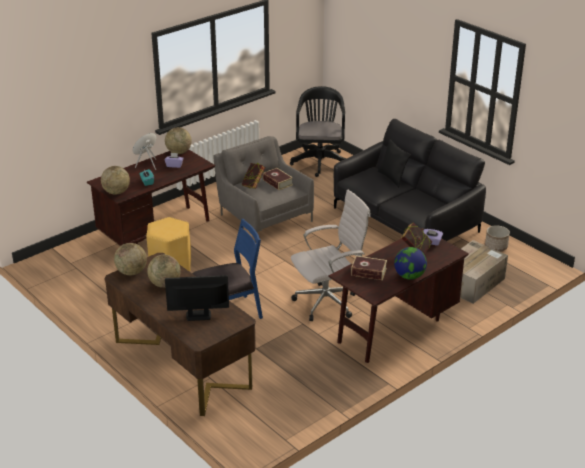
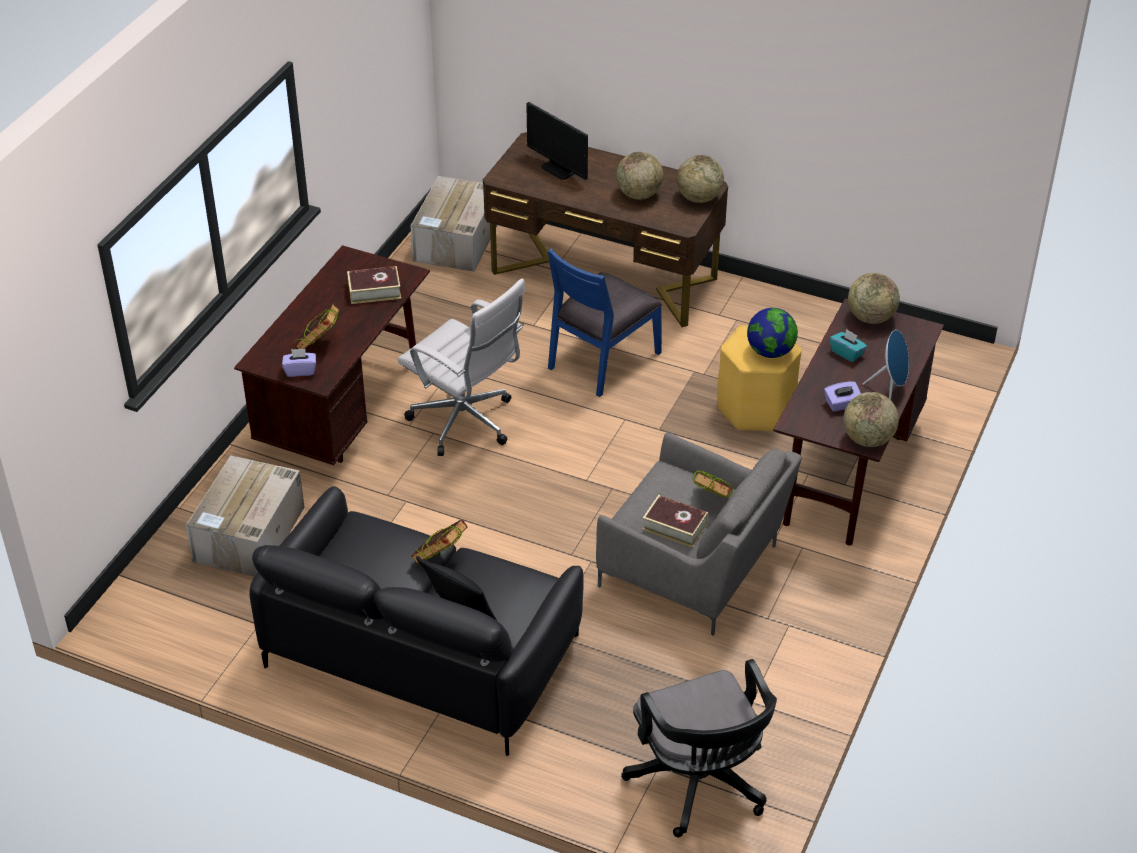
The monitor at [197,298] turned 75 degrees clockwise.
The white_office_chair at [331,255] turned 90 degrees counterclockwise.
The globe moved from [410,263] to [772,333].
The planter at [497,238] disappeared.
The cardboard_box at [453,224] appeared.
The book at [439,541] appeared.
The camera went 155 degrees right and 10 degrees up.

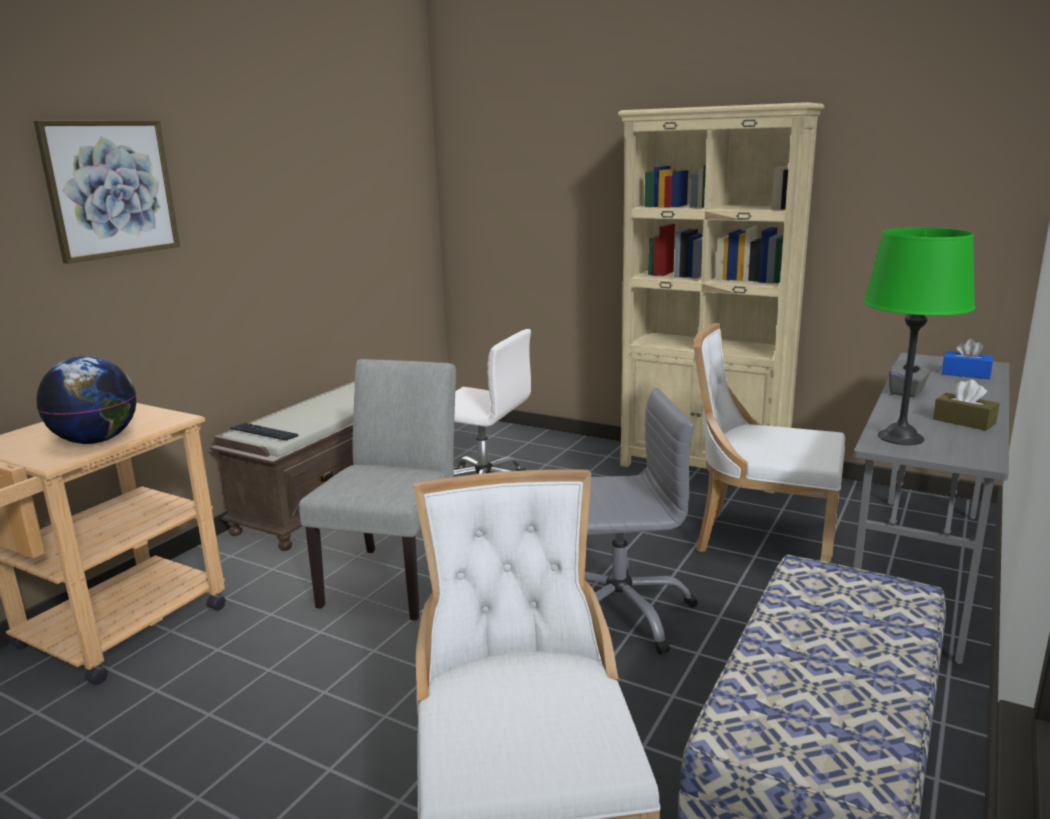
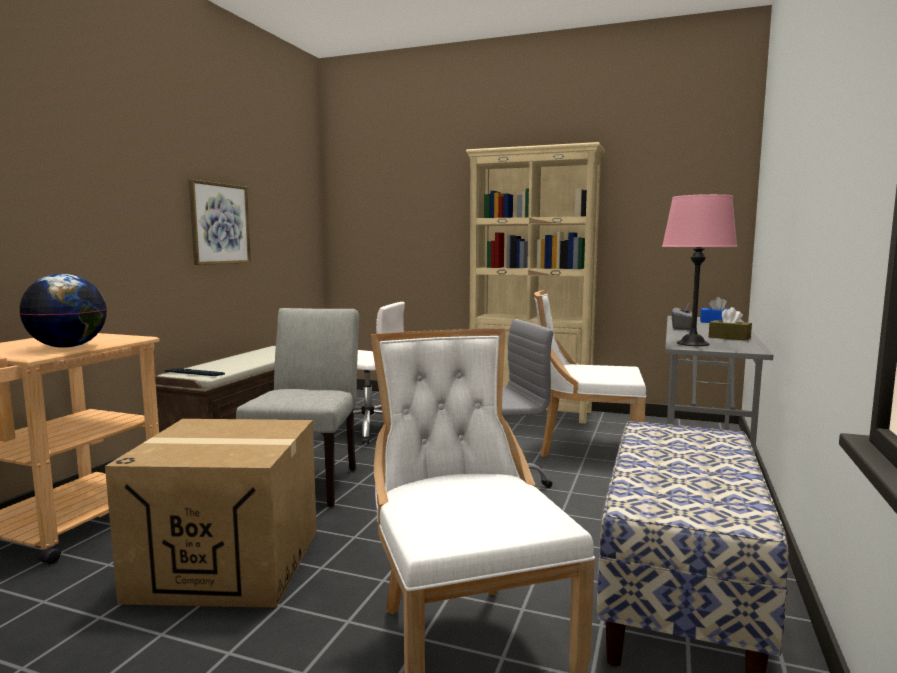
The picture moved from [107,192] to [220,222].
The green_table_lamp at [919,336] became the pink_table_lamp at [699,270].
The cardboard_box at [211,513] appeared.
The camera went 10 degrees left and 10 degrees down.

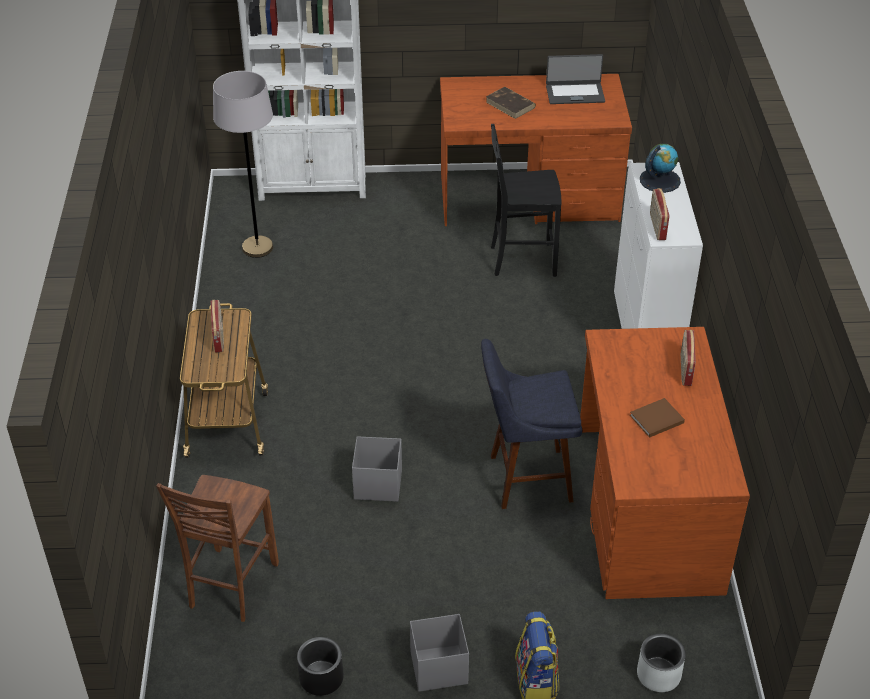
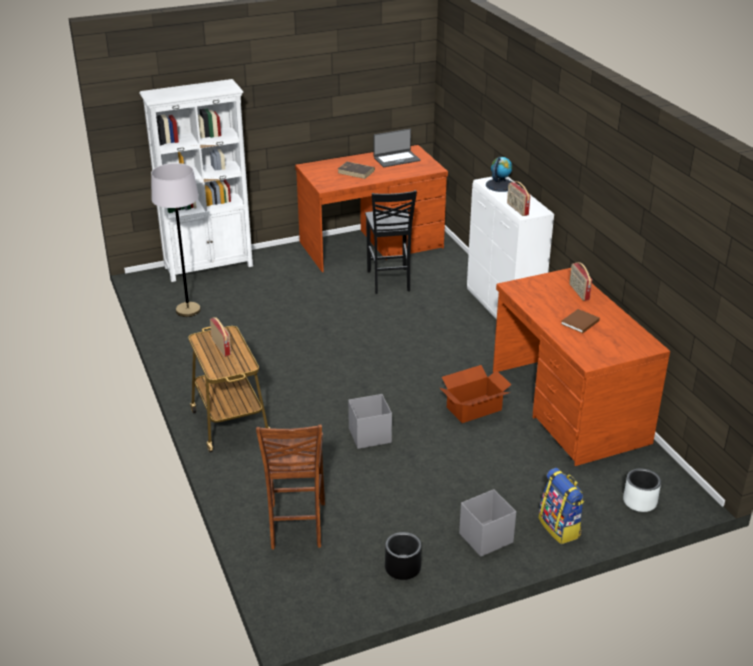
The blue_stool at [531,424] was replaced by the cardboard_box at [476,394].
The black_chair at [526,200] turned 75 degrees counterclockwise.
The camera went 20 degrees left and 10 degrees down.

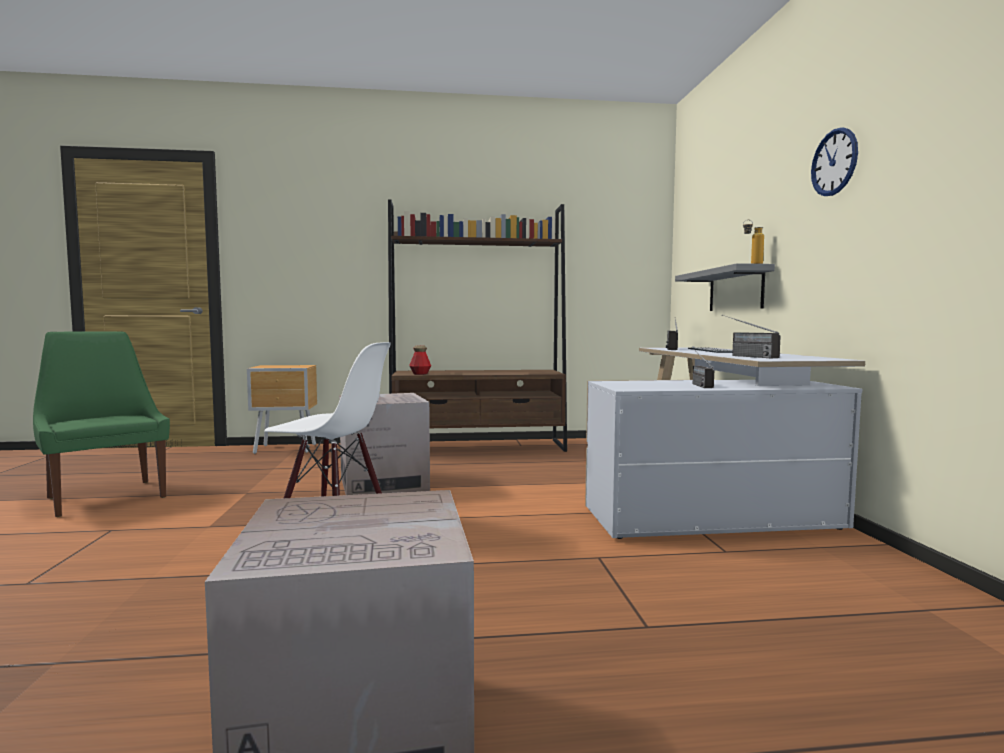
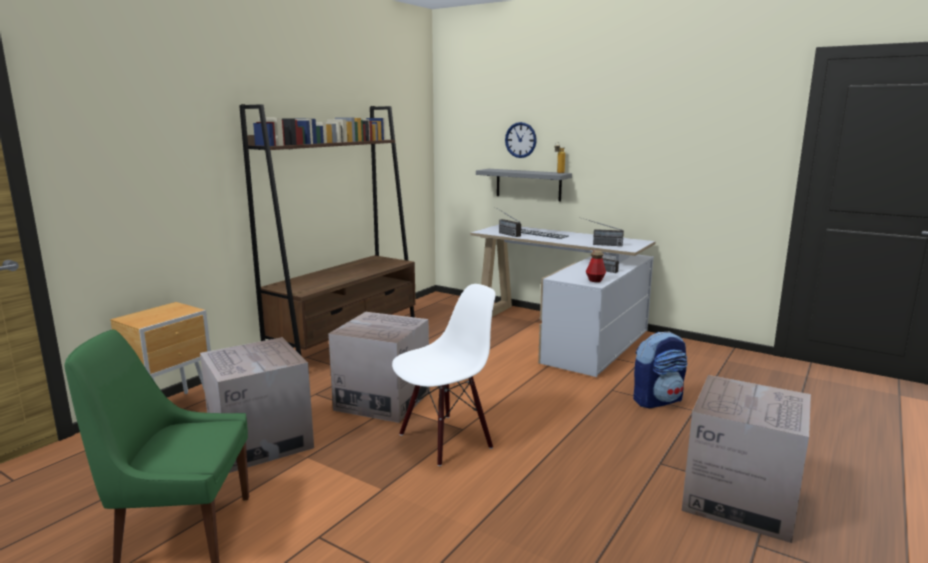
The bottle moved from [420,360] to [596,266].
The wall_clock moved from [834,161] to [521,140].
The cardboard_box at [257,405] appeared.
The backpack at [660,369] appeared.
The camera went 50 degrees left and 10 degrees up.

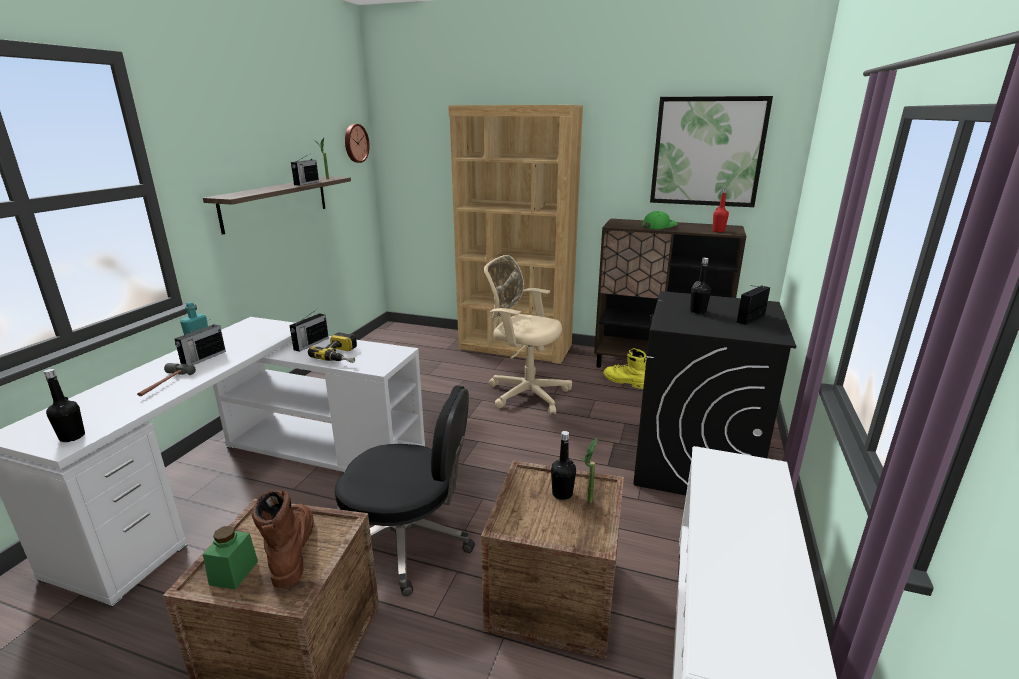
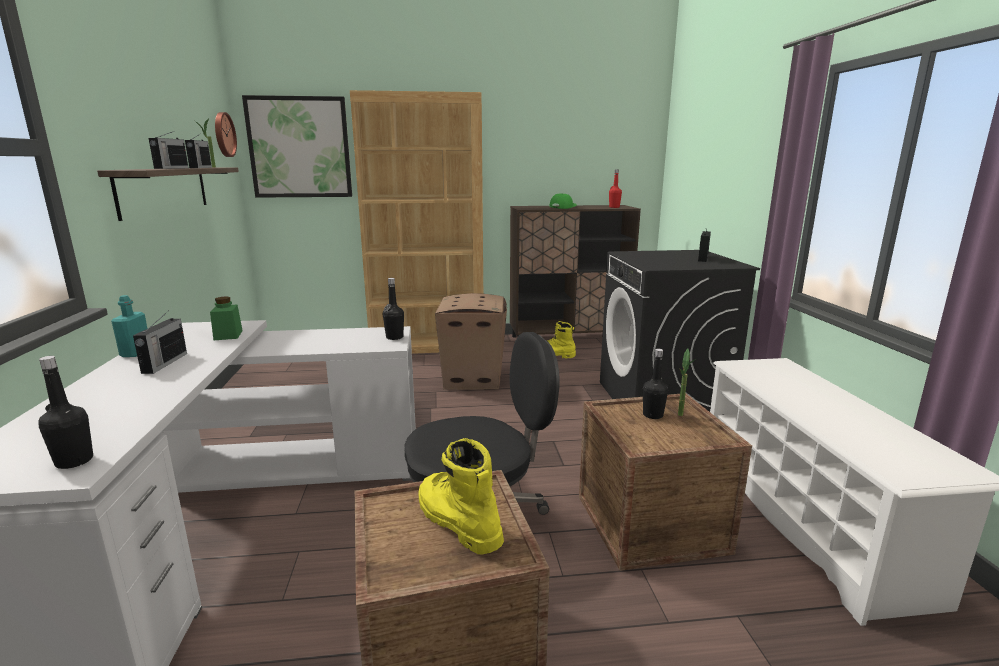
The hammer at [166,379] disappeared.
The green_jar moved from [230,558] to [226,318].
The brown_boot at [283,539] became the yellow_boot at [461,496].
The radio moved from [309,330] to [169,150].
The power_drill at [332,347] disappeared.
The beige_office_chair at [528,335] was replaced by the cardboard_box at [471,341].
The picture moved from [711,151] to [297,146].
The black_bottle moved from [700,286] to [393,309].
The camera went 25 degrees left and 5 degrees down.

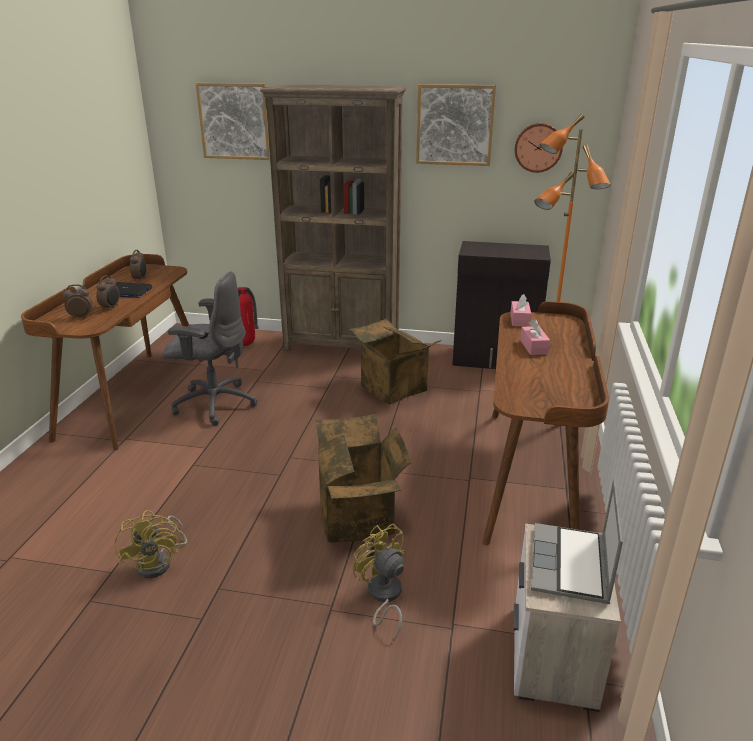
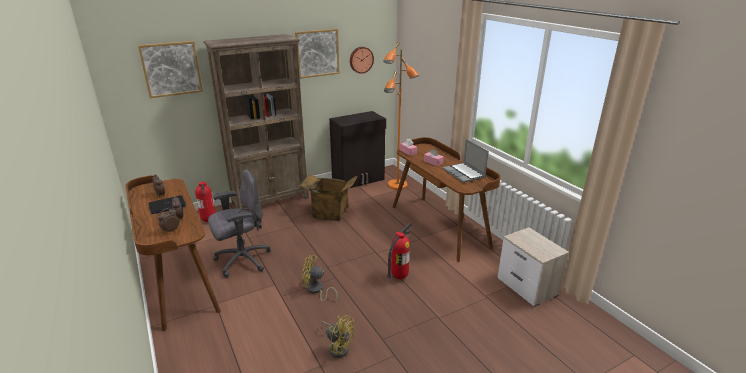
The cardboard_box at [363,478] was replaced by the fire_extinguisher at [399,251].
The yellow_fan moved from [379,582] to [319,278].
The laptop moved from [577,541] to [466,161].
The camera went 40 degrees left and 0 degrees up.

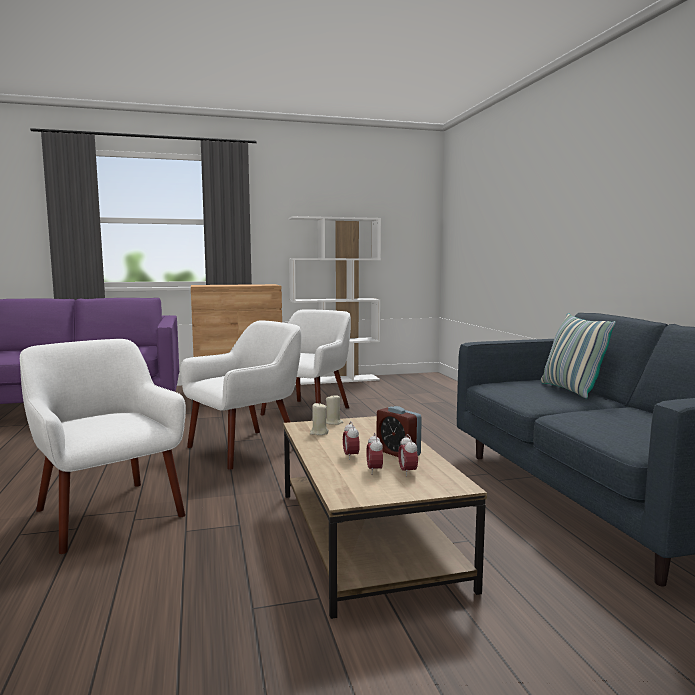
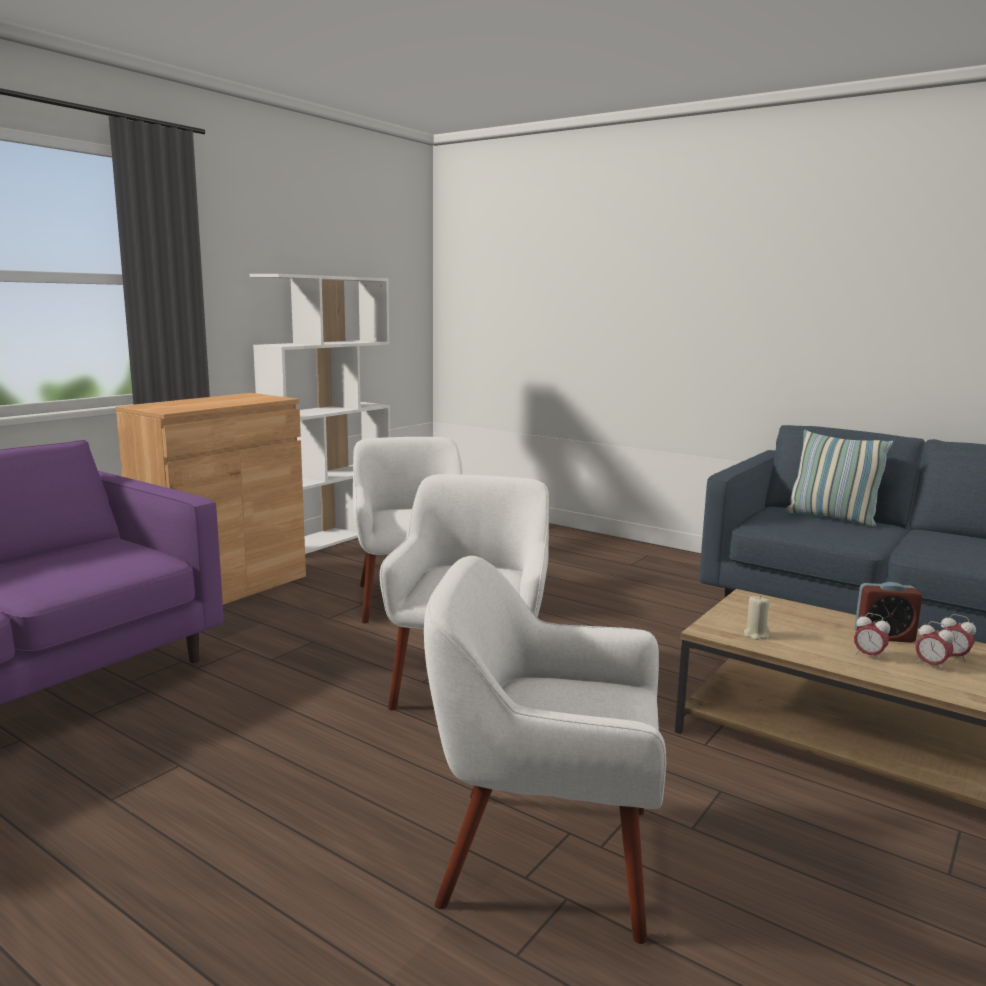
The beige_candle at [334,409] disappeared.
The camera went 40 degrees left and 5 degrees up.

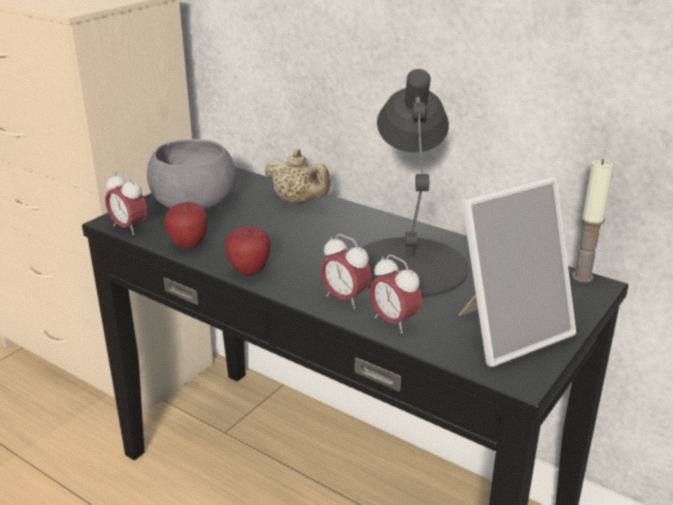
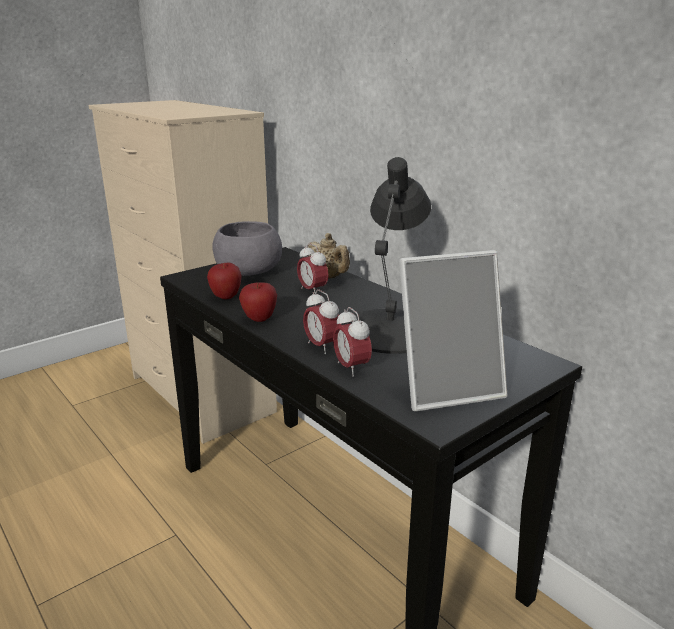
The alarm_clock moved from [126,203] to [312,268].
The candle at [593,220] disappeared.
The camera went 15 degrees right and 5 degrees down.

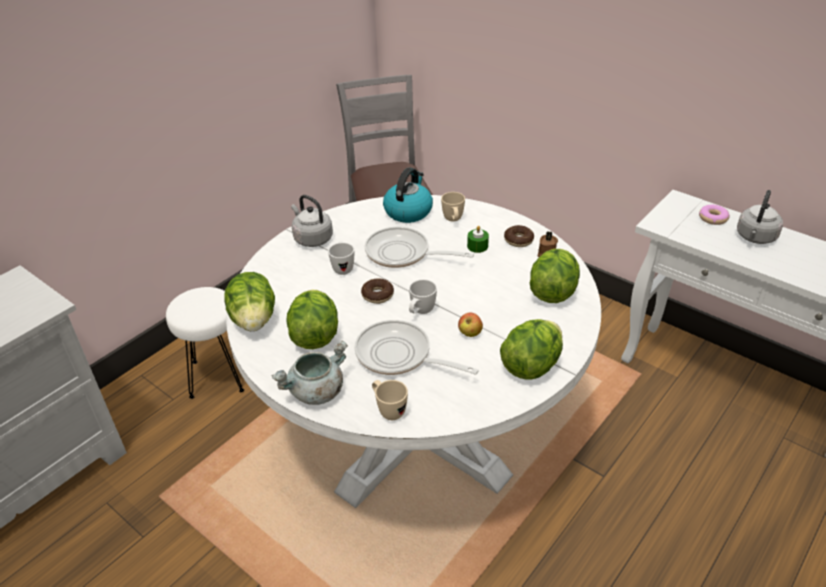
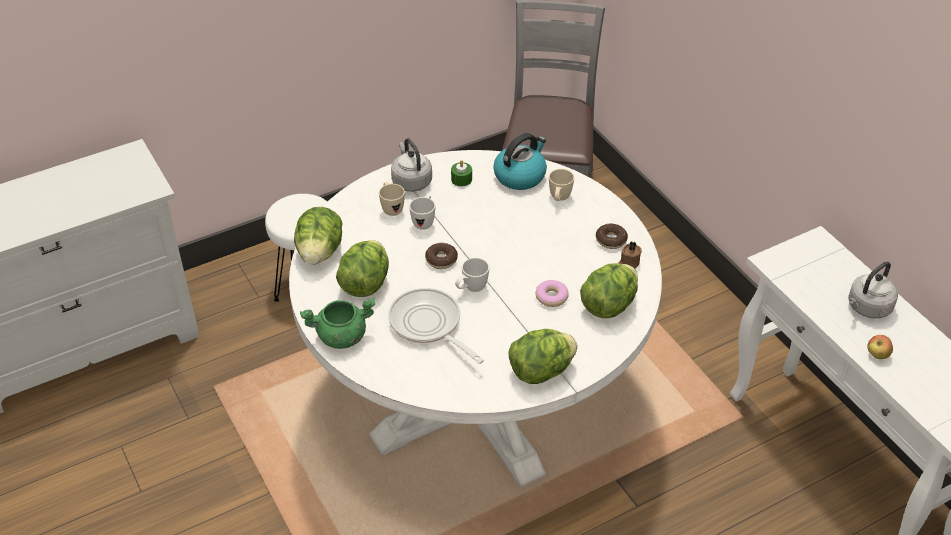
The grey_cooking_pot at [309,372] became the green_cooking_pot at [337,323].
The frying_pan at [419,247] disappeared.
The beige_mug moved from [390,400] to [392,199].
The apple moved from [470,325] to [880,347].
The green_candle moved from [478,239] to [461,173].
The donut moved from [714,215] to [552,293].
The camera went 20 degrees right and 5 degrees up.

